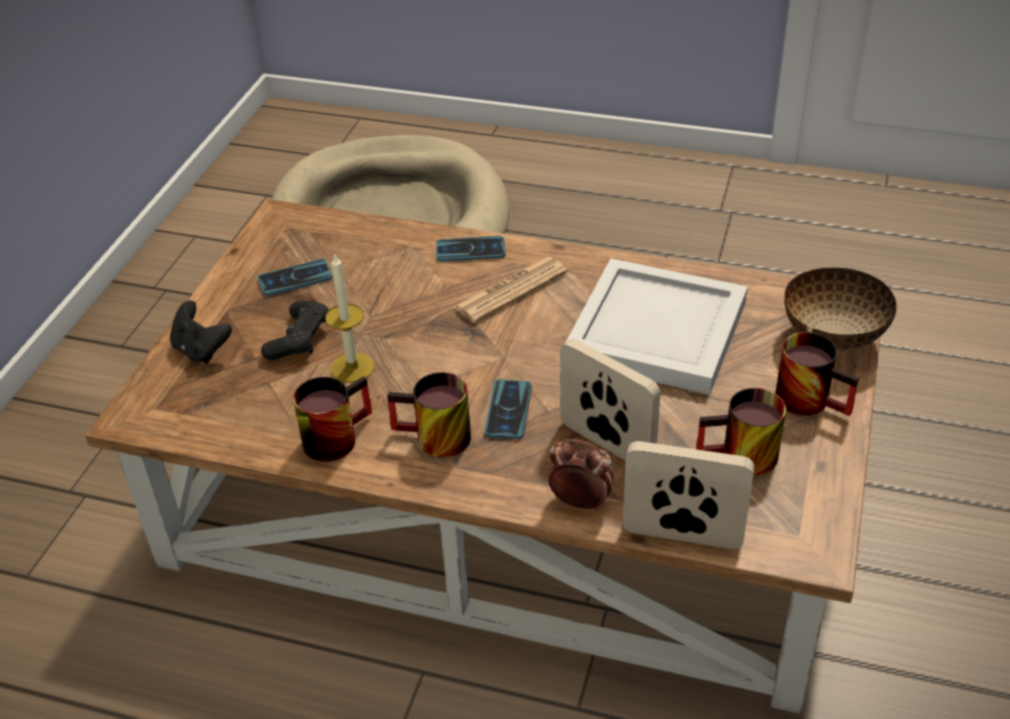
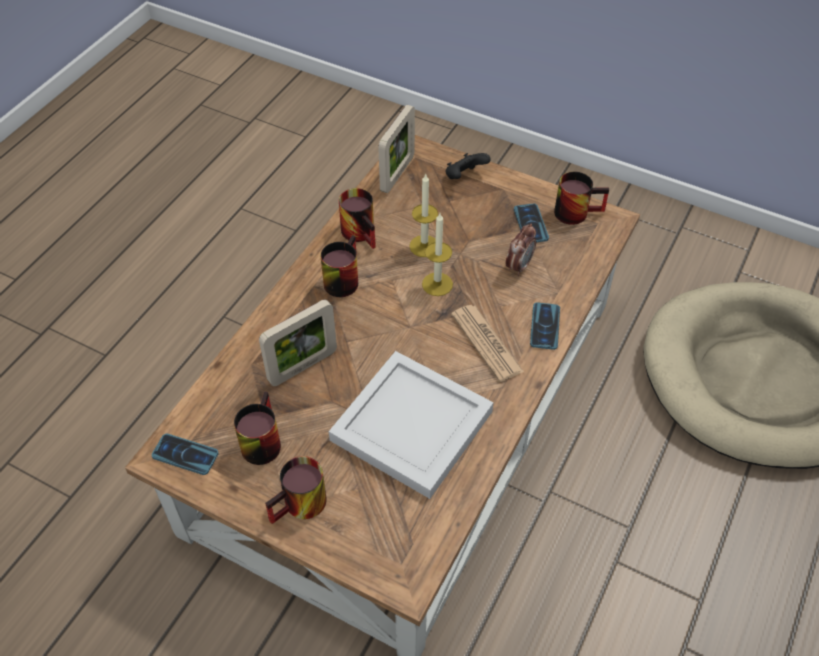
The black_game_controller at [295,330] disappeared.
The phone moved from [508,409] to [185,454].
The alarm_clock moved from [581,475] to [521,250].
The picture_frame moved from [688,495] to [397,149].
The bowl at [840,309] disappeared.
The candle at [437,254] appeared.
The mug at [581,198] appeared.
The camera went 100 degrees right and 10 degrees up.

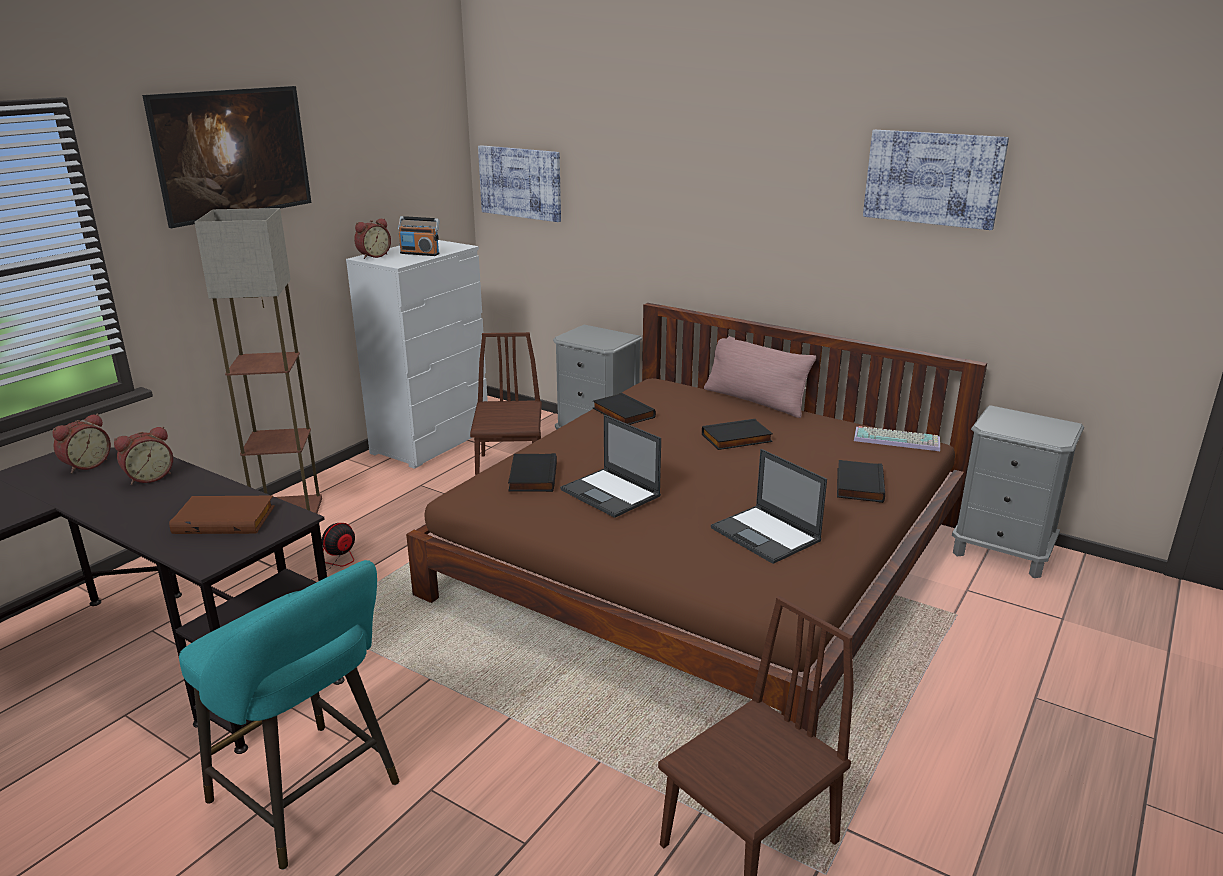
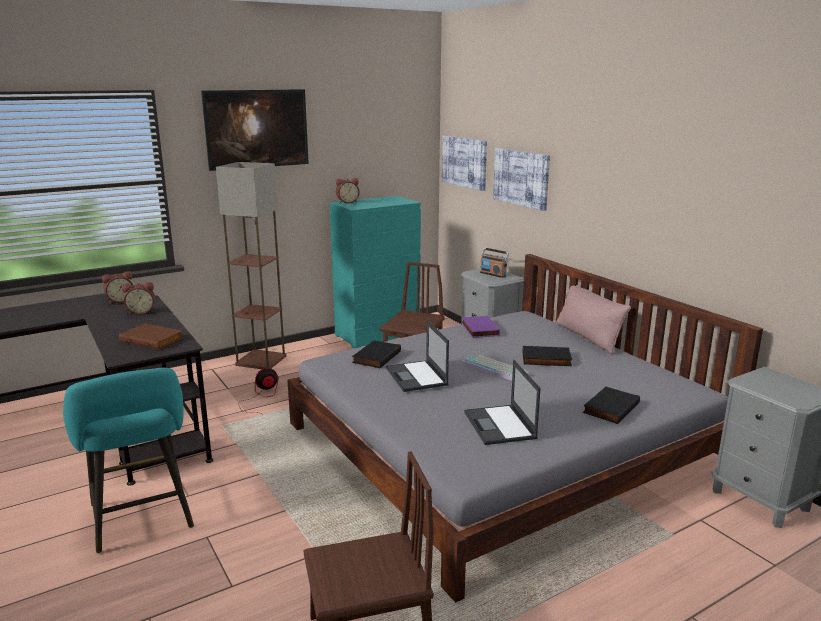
The white_dresser at [417,354] became the turquoise_dresser at [375,272].
The radio moved from [418,236] to [494,263].
The brown_bed at [696,520] became the grey_bed at [525,428].
The black_book at [624,409] became the purple_book at [481,327].
The keyboard moved from [897,438] to [496,367].
The picture moved from [936,180] to [521,179].
The camera went 25 degrees right and 5 degrees down.

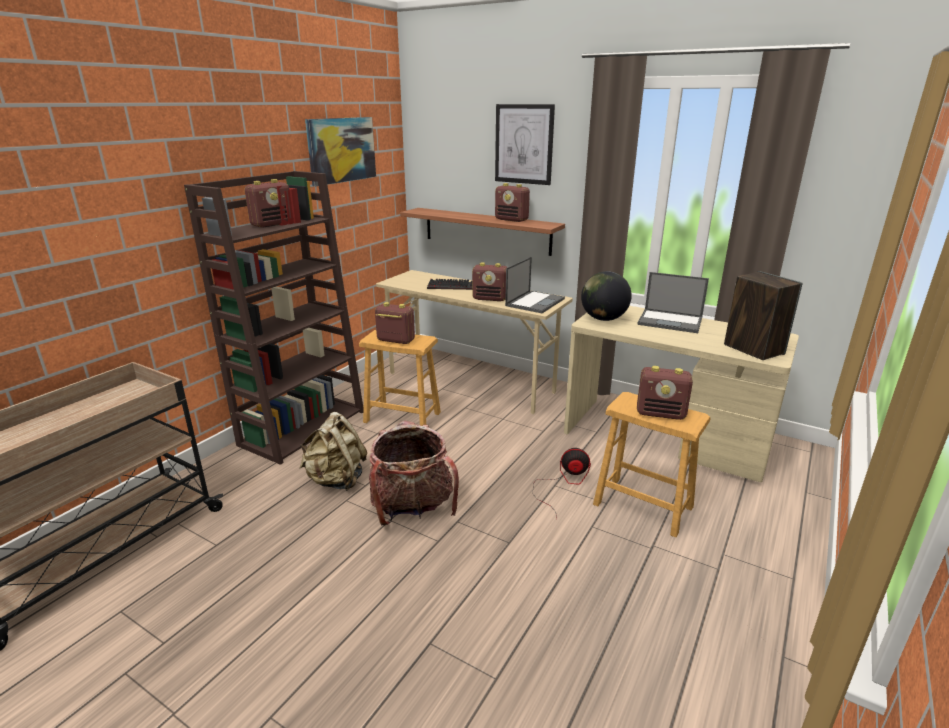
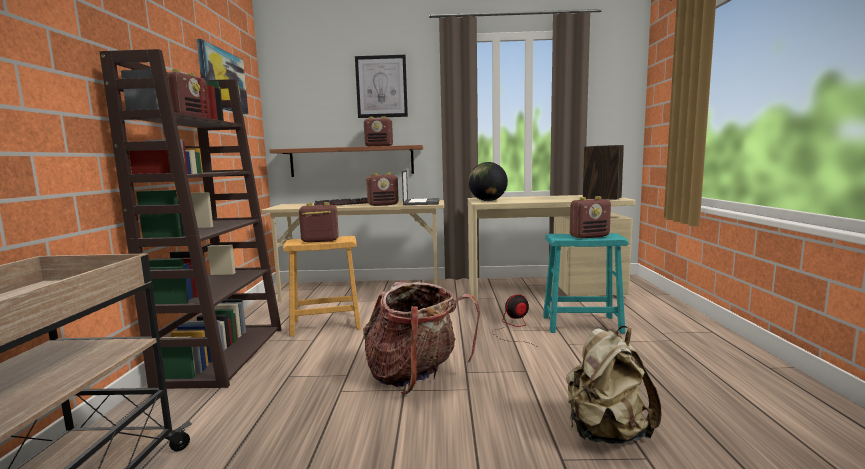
The beige_backpack moved from [333,451] to [614,385].
The brown_stool at [652,464] became the turquoise_stool at [585,283].
The laptop at [673,302] disappeared.
The camera went 30 degrees left and 15 degrees down.

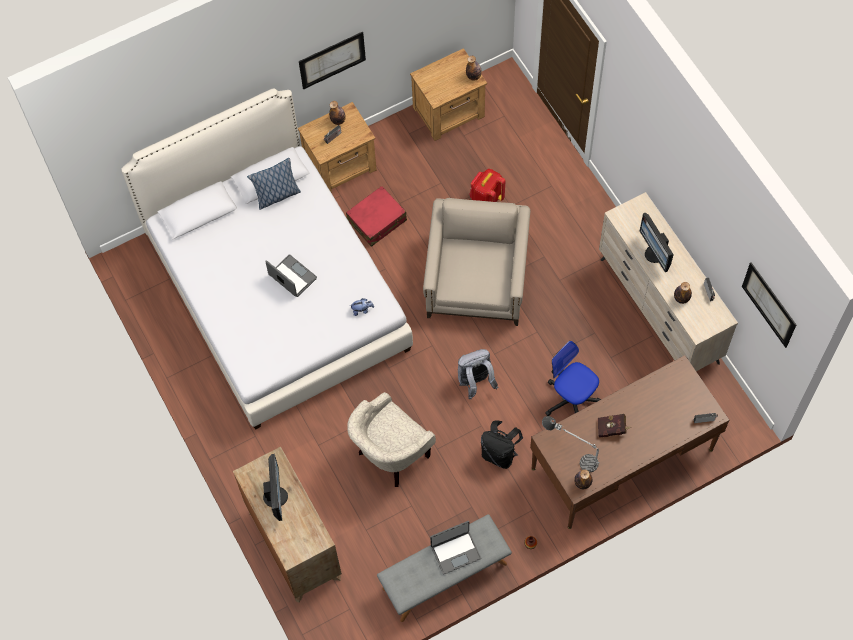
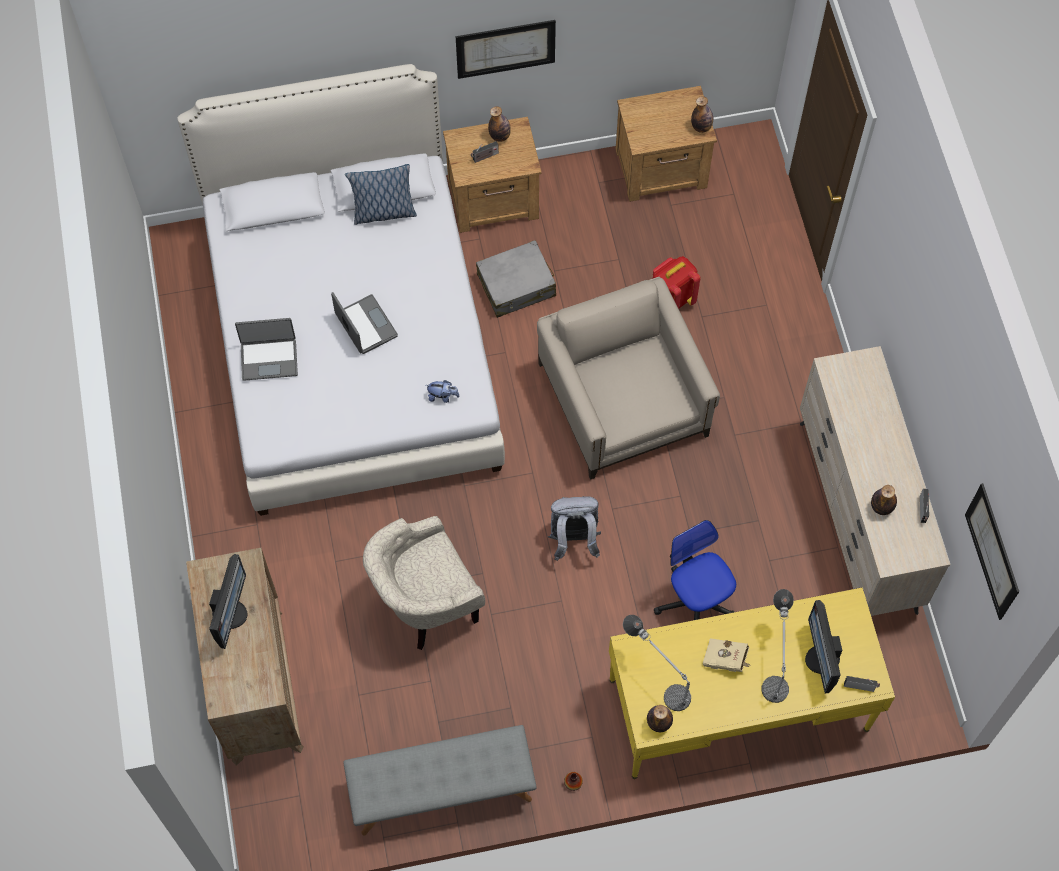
The red_suitcase at [376,216] became the grey_suitcase at [516,279].
The beige_armchair at [476,262] turned 45 degrees counterclockwise.
The laptop moved from [455,548] to [266,349].
The black_backpack at [502,444] disappeared.
The brown_desk at [629,442] became the yellow_desk at [752,683].
The red_book at [614,425] became the beige_book at [727,655].
The monitor moved from [657,242] to [823,647].
The table_lamp at [778,646] appeared.
The camera went 15 degrees right and 0 degrees up.

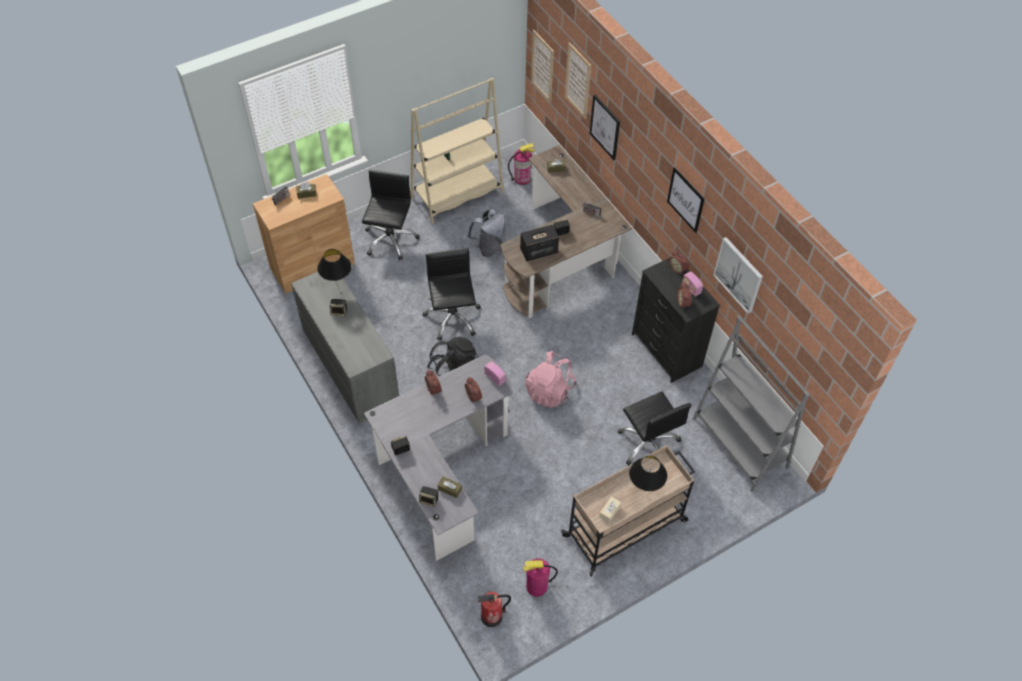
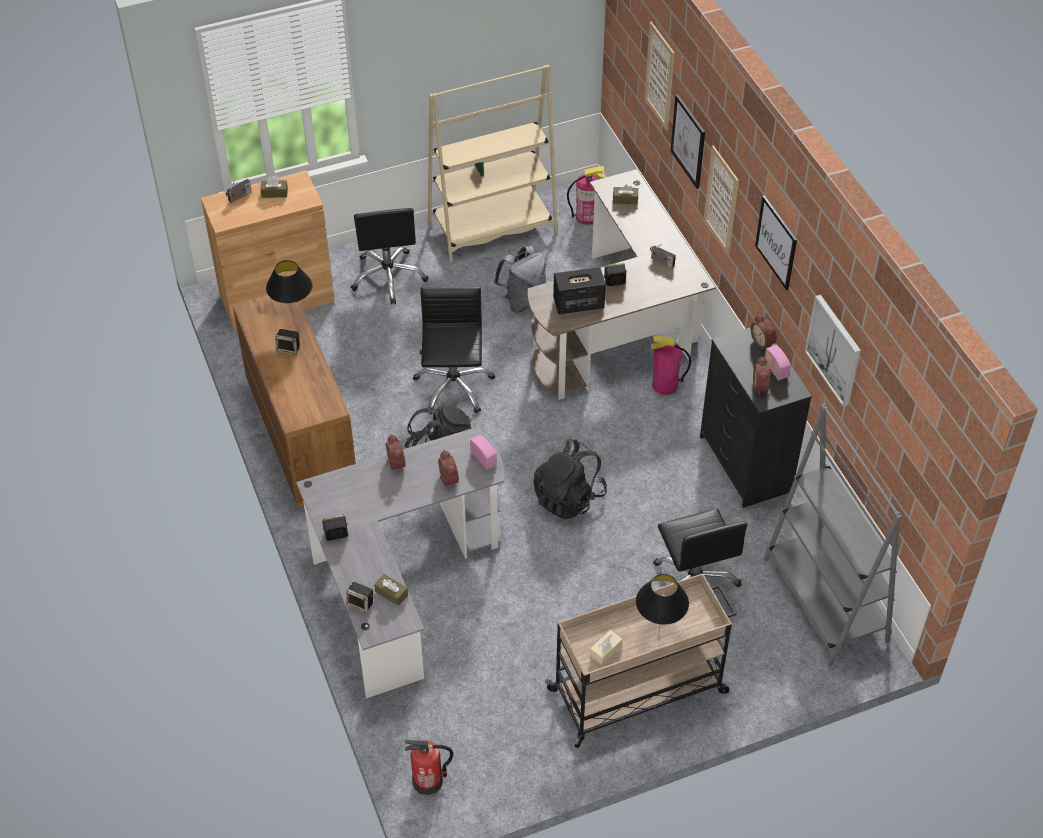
The grey_dresser at [345,348] became the brown_dresser at [294,401].
The black_office_chair at [391,215] turned 150 degrees clockwise.
The fire_extinguisher moved from [540,577] to [671,365].
The pink_backpack at [551,379] became the black_backpack at [570,479].
The picture moved from [542,66] to [721,200].
The camera went 10 degrees right and 5 degrees down.

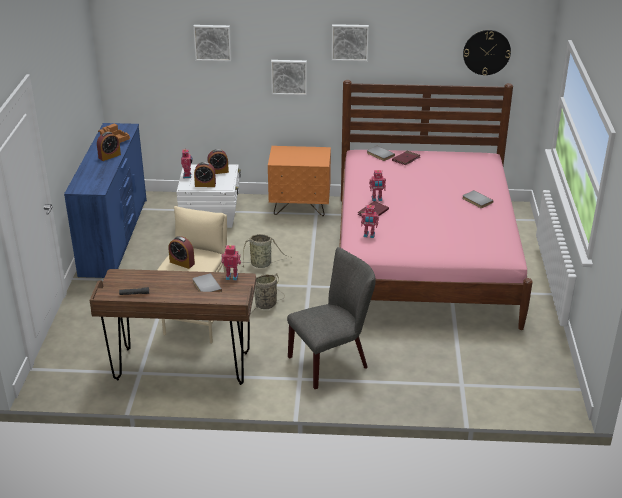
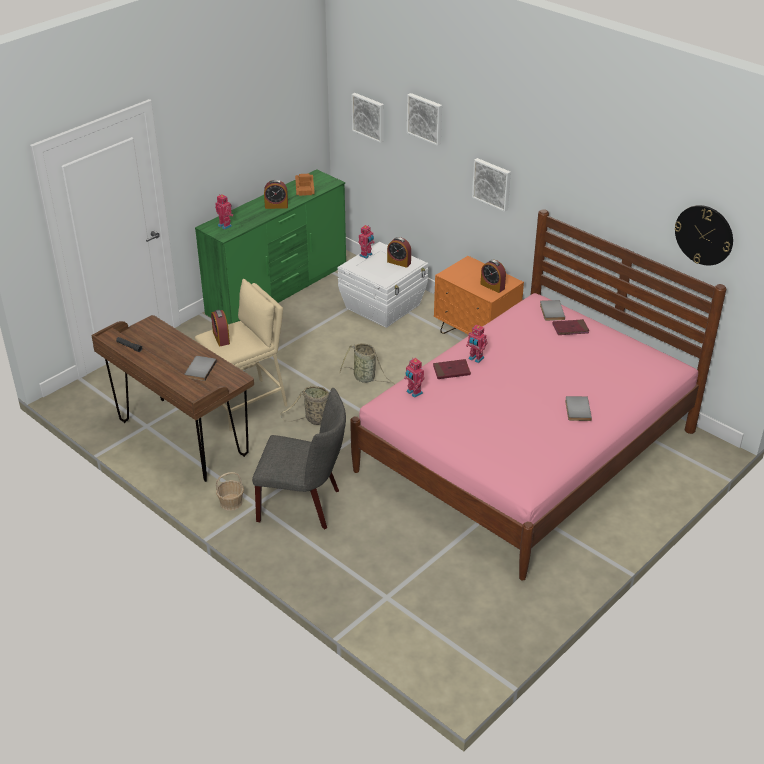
The blue_dresser at [105,200] became the green_dresser at [270,246].
The alarm_clock moved from [205,174] to [493,276].
The toy_robot moved from [231,262] to [224,212].
The picture moved from [350,42] to [367,118].
The basket at [230,491] appeared.
The camera went 40 degrees right and 5 degrees up.

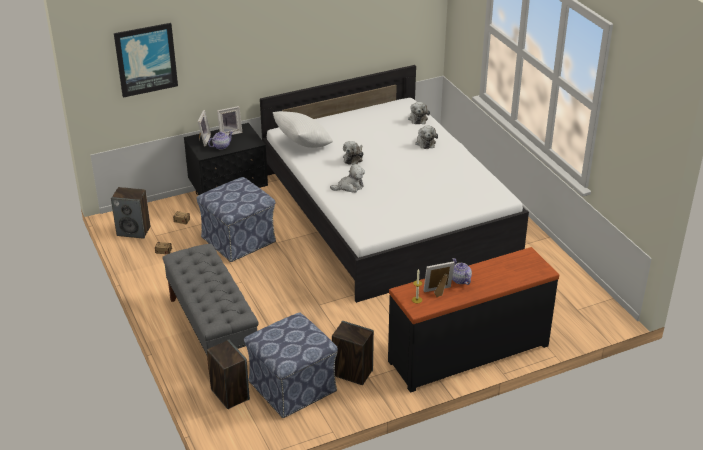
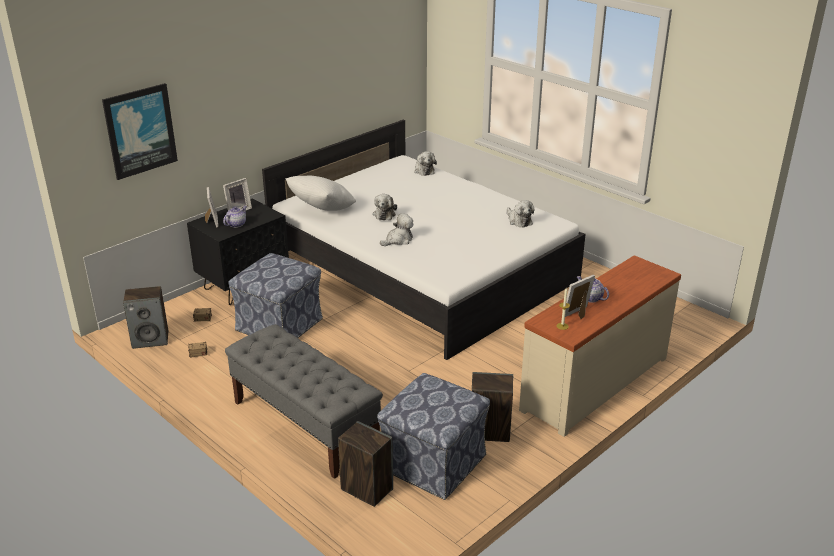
The black_dresser at [473,320] became the beige_dresser at [600,346].
The plush_toy moved from [426,137] to [520,214].
The camera went 20 degrees left and 5 degrees down.

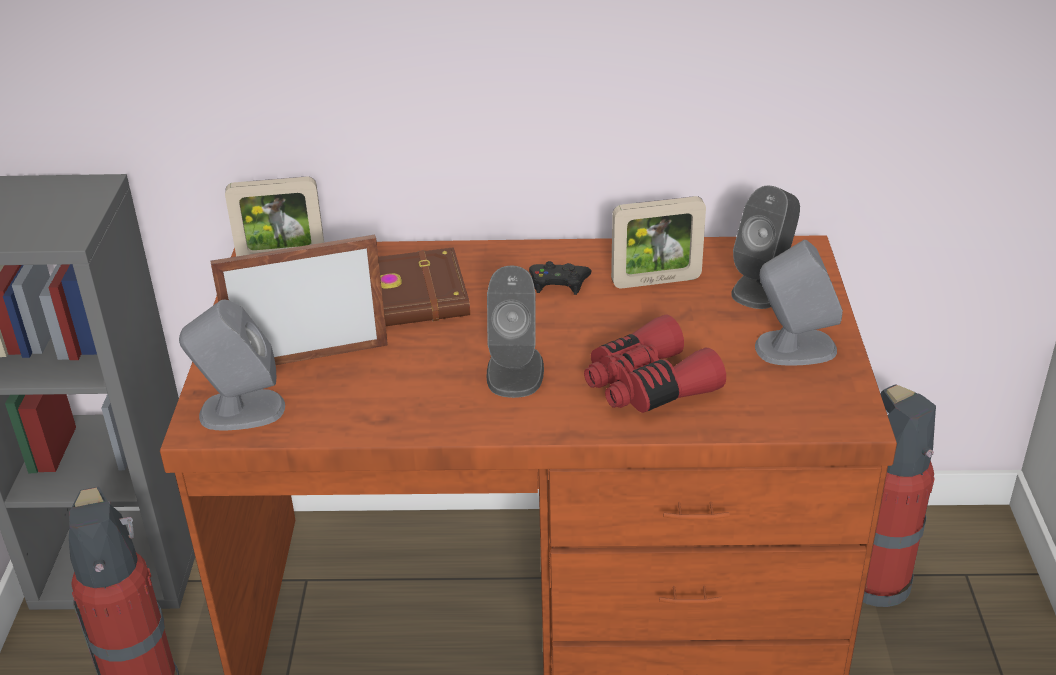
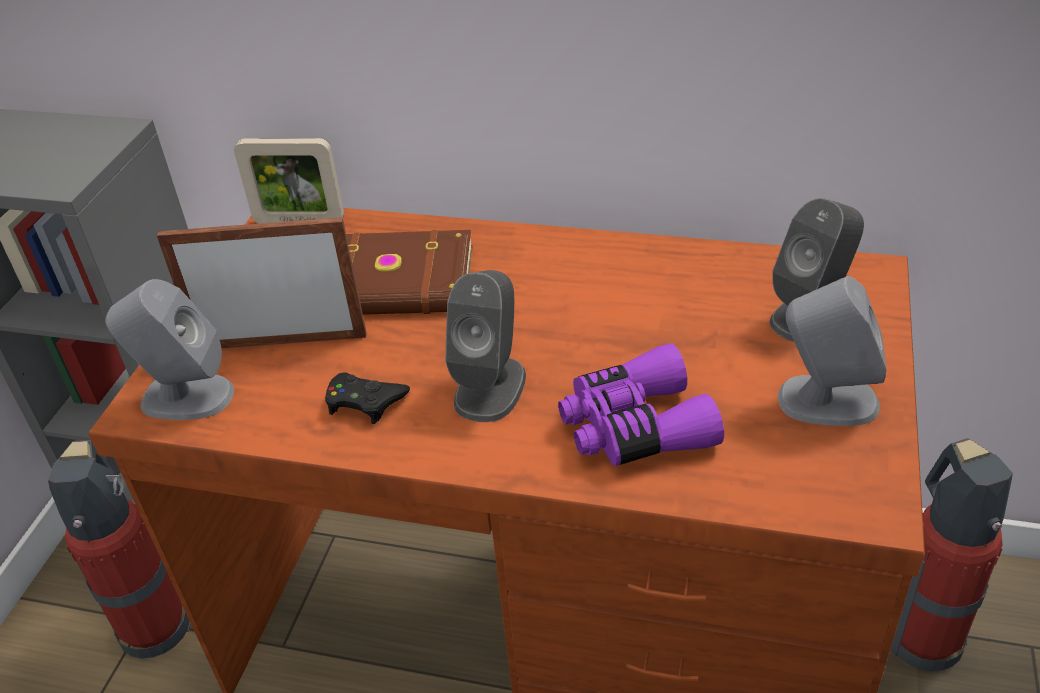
The black_game_controller moved from [560,278] to [367,398].
The red_binoculars at [655,363] became the purple_binoculars at [641,404].
The picture_frame at [658,242] disappeared.
The camera went 15 degrees right and 5 degrees up.

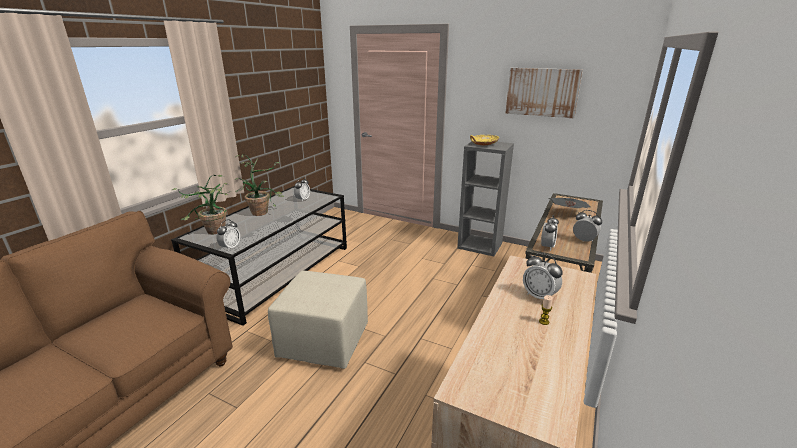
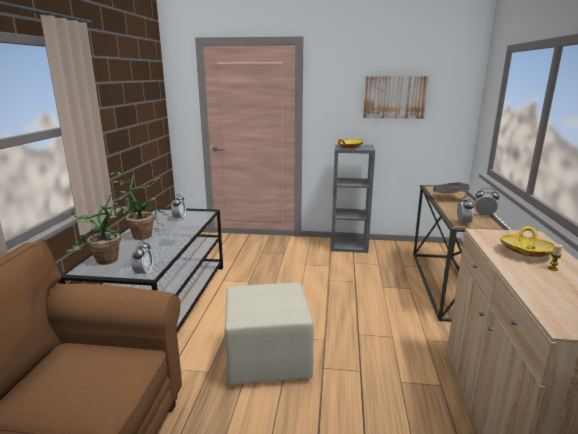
The alarm_clock at [543,276] was replaced by the yellow_bowl at [527,241].
The camera went 20 degrees left and 5 degrees down.

